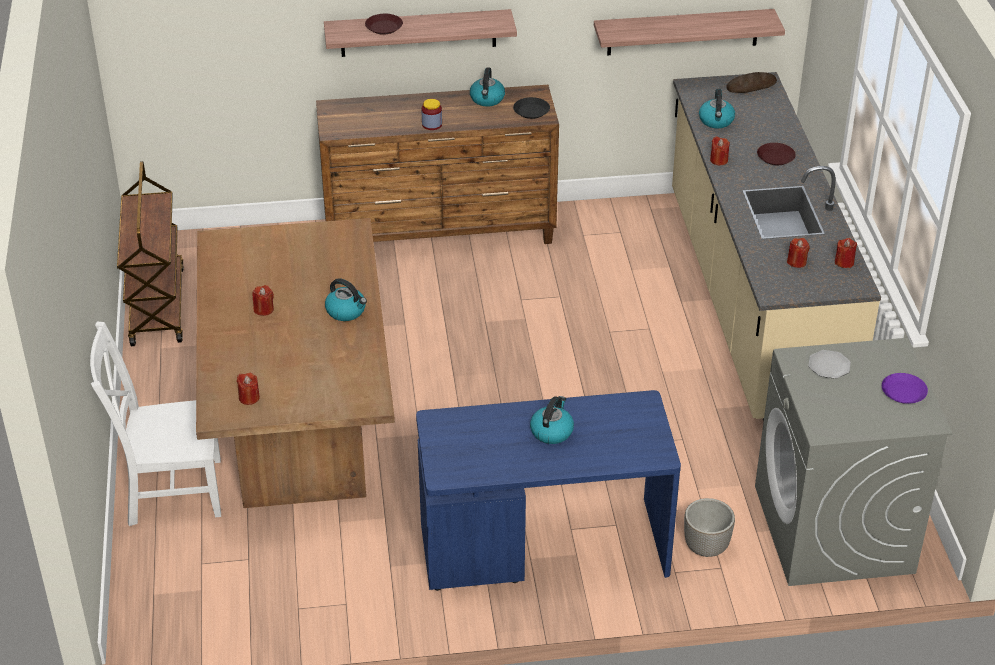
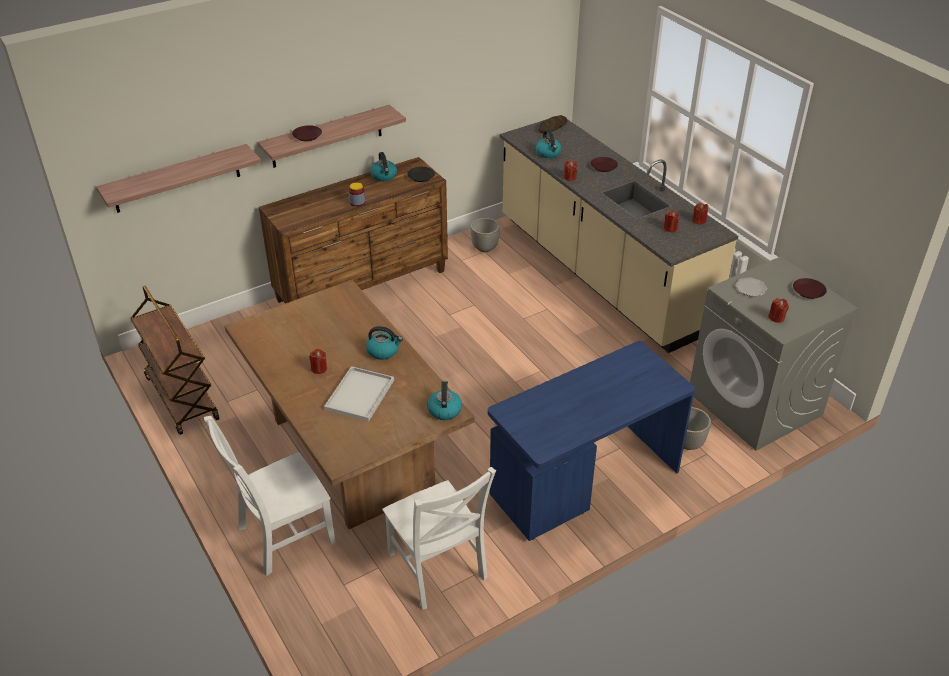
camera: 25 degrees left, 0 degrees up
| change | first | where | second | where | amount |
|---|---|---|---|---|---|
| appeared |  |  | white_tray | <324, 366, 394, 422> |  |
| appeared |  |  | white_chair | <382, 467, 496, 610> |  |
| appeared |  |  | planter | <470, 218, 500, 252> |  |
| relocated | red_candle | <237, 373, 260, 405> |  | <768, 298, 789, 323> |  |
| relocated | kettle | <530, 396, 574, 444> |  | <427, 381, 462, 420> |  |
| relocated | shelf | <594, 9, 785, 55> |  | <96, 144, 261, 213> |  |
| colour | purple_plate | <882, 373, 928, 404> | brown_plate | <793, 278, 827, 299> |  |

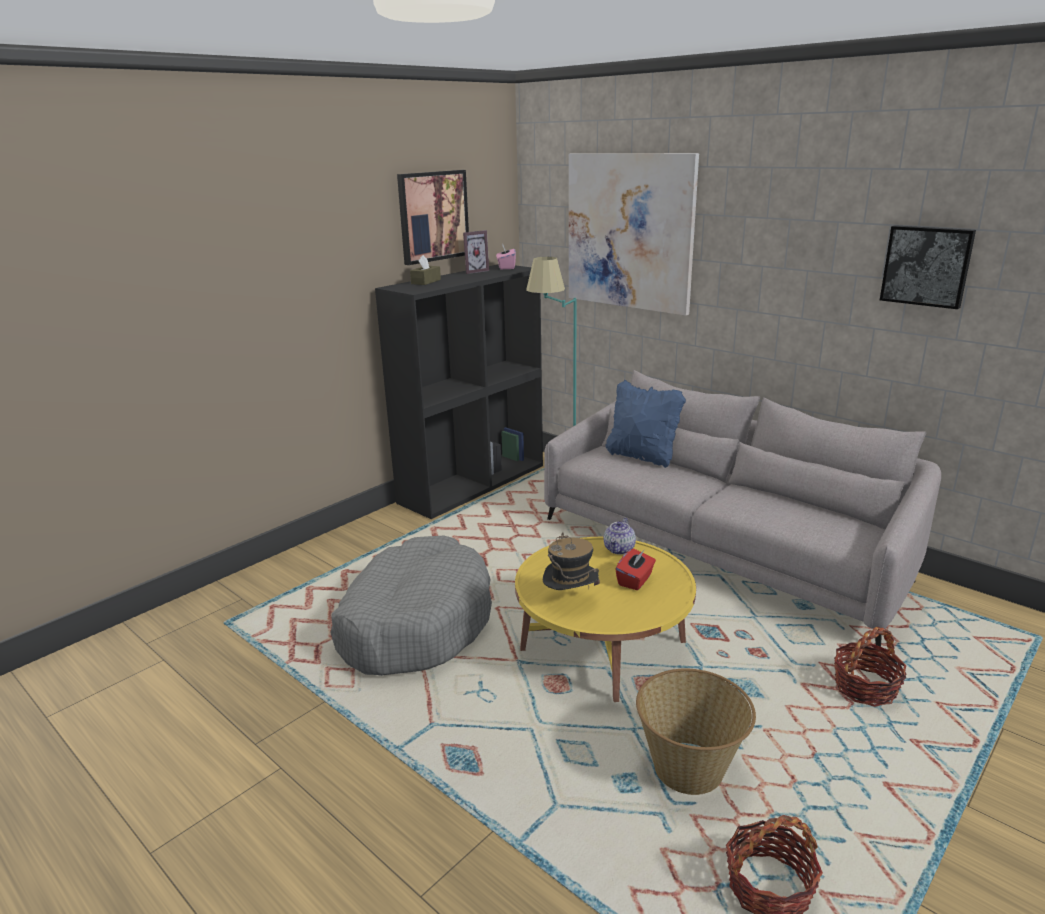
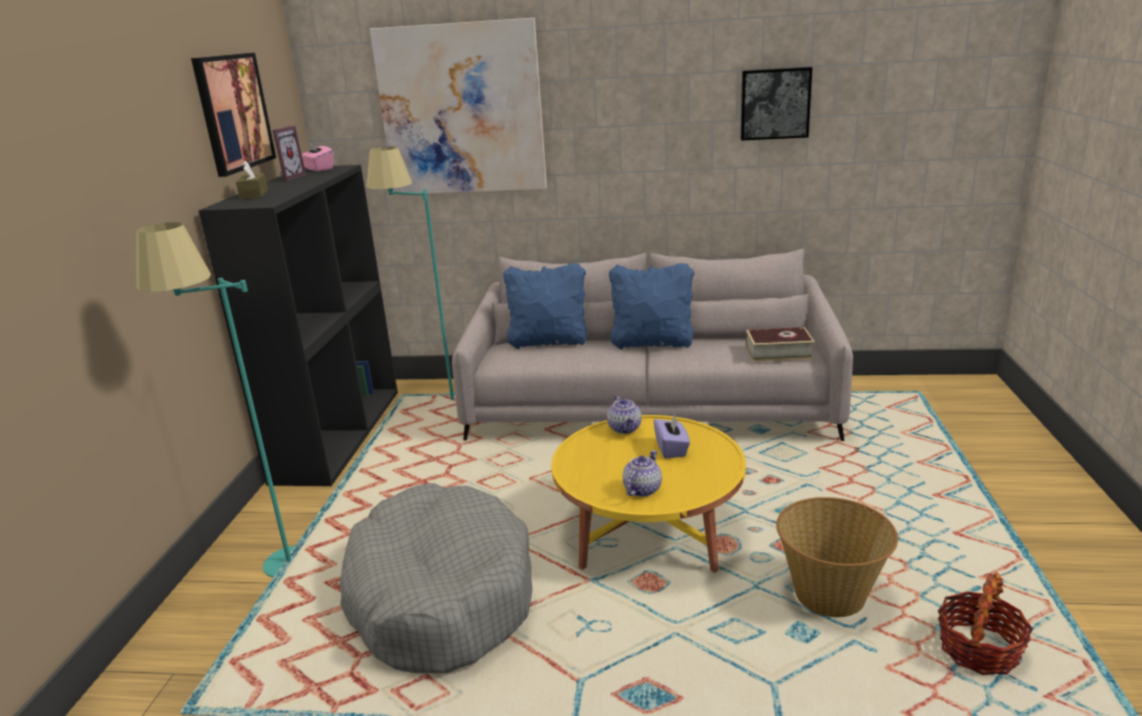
camera: 35 degrees left, 0 degrees up
| change | first | where | second | where | amount |
|---|---|---|---|---|---|
| missing | basket | <834, 627, 907, 707> |  |  |  |
| appeared |  |  | turquoise_floor_lamp | <136, 222, 295, 578> |  |
| appeared |  |  | blue_pillow | <609, 264, 695, 349> |  |
| appeared |  |  | book | <746, 327, 815, 362> |  |
| exchanged | hat | <543, 532, 600, 590> | teapot | <623, 450, 662, 497> |  |
| colour | red_tissue_box | <615, 549, 656, 590> | purple_tissue_box | <654, 414, 690, 459> |  |

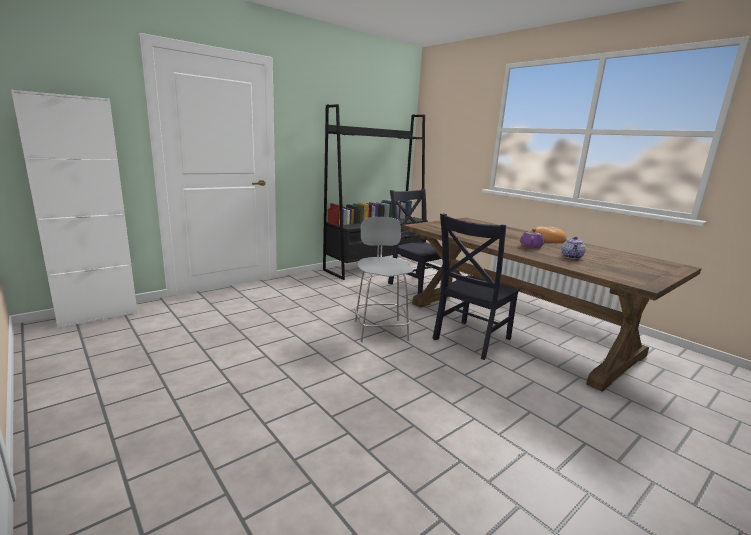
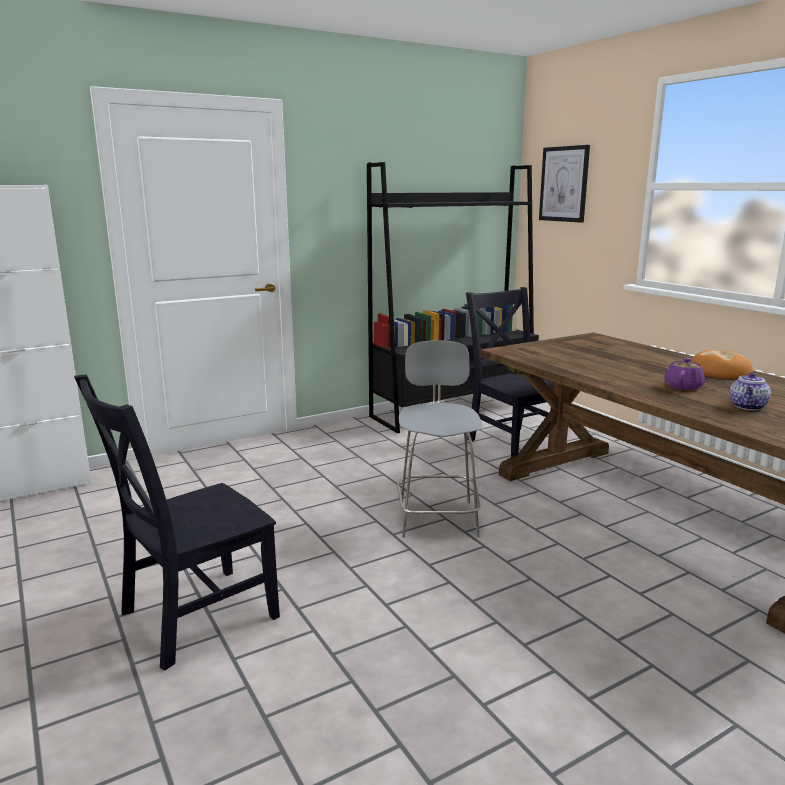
camera: 10 degrees right, 0 degrees up
| change | first | where | second | where | amount |
|---|---|---|---|---|---|
| appeared |  |  | picture | <539, 145, 590, 223> |  |
| relocated | black_chair | <432, 214, 520, 360> |  | <74, 374, 280, 671> |  |

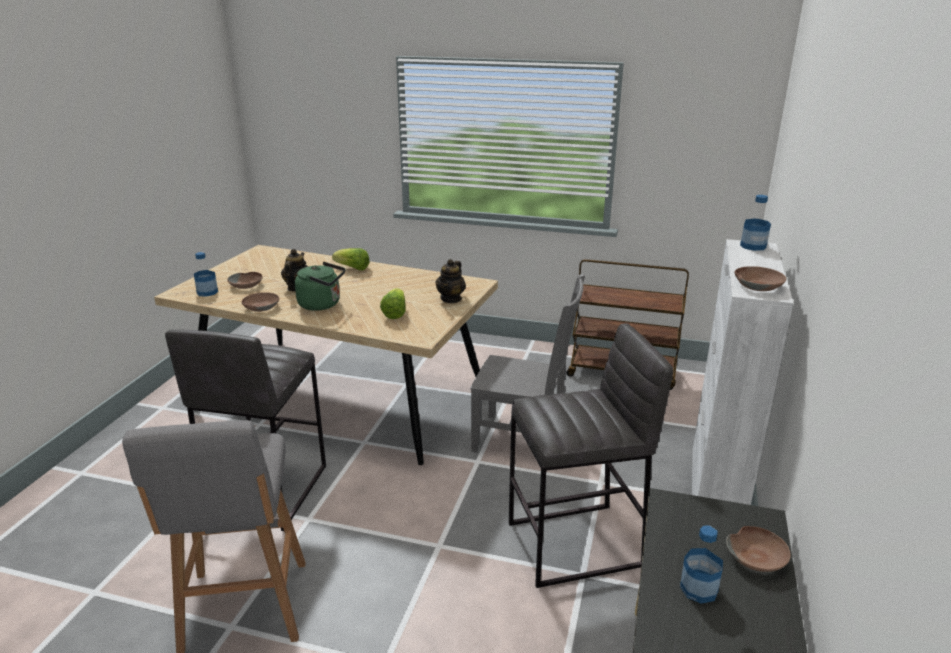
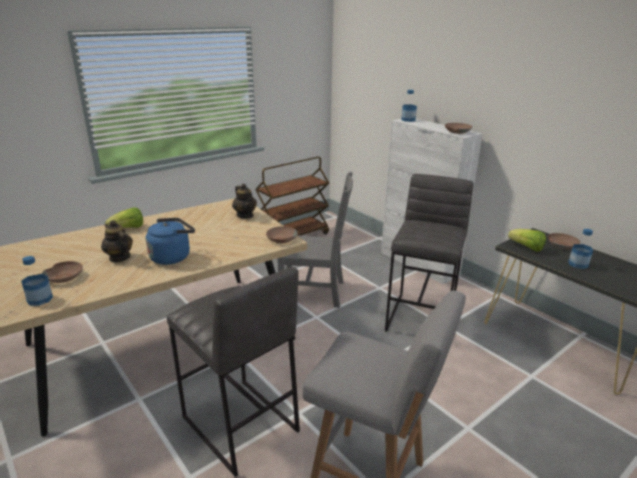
camera: 55 degrees left, 0 degrees up
| change | first | where | second | where | amount |
|---|---|---|---|---|---|
| relocated | brown_bowl | <242, 292, 279, 312> |  | <266, 226, 298, 243> |  |
| relocated | lettuce | <380, 288, 406, 319> |  | <508, 229, 546, 252> |  |
| colour | green_kettle | <295, 262, 345, 311> | blue_kettle | <146, 218, 195, 265> |  |
| spun | grey_chair | <471, 274, 585, 452> |  | <277, 171, 353, 308> | 45 degrees clockwise |

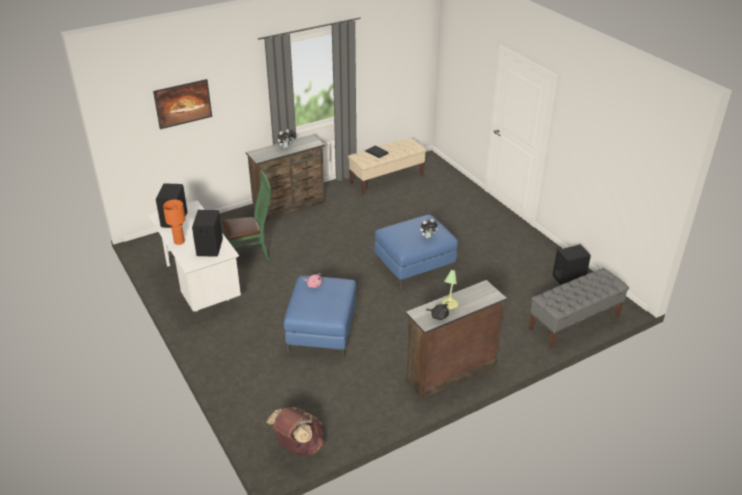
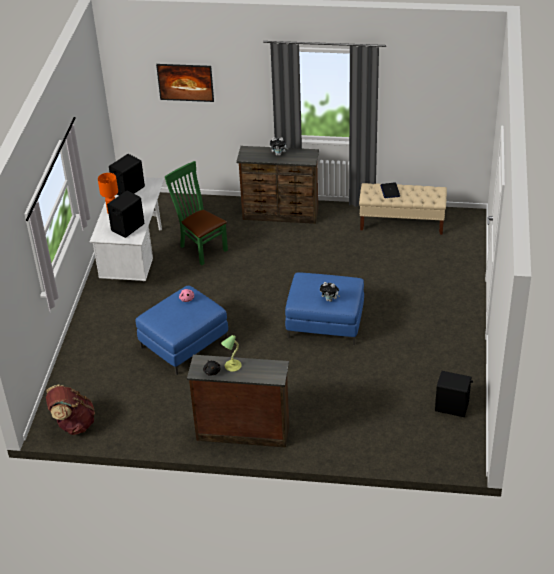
camera: 40 degrees right, 5 degrees up
| change | first | where | second | where | amount |
|---|---|---|---|---|---|
| missing | grey_bench | <529, 268, 629, 348> |  |  |  |
| spun | green_chair | <221, 170, 271, 260> |  | <165, 161, 228, 265> | 150 degrees counterclockwise |

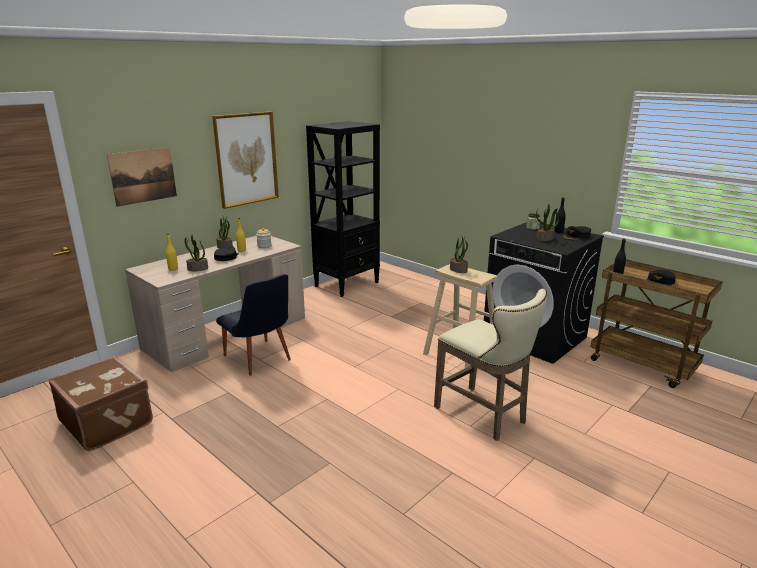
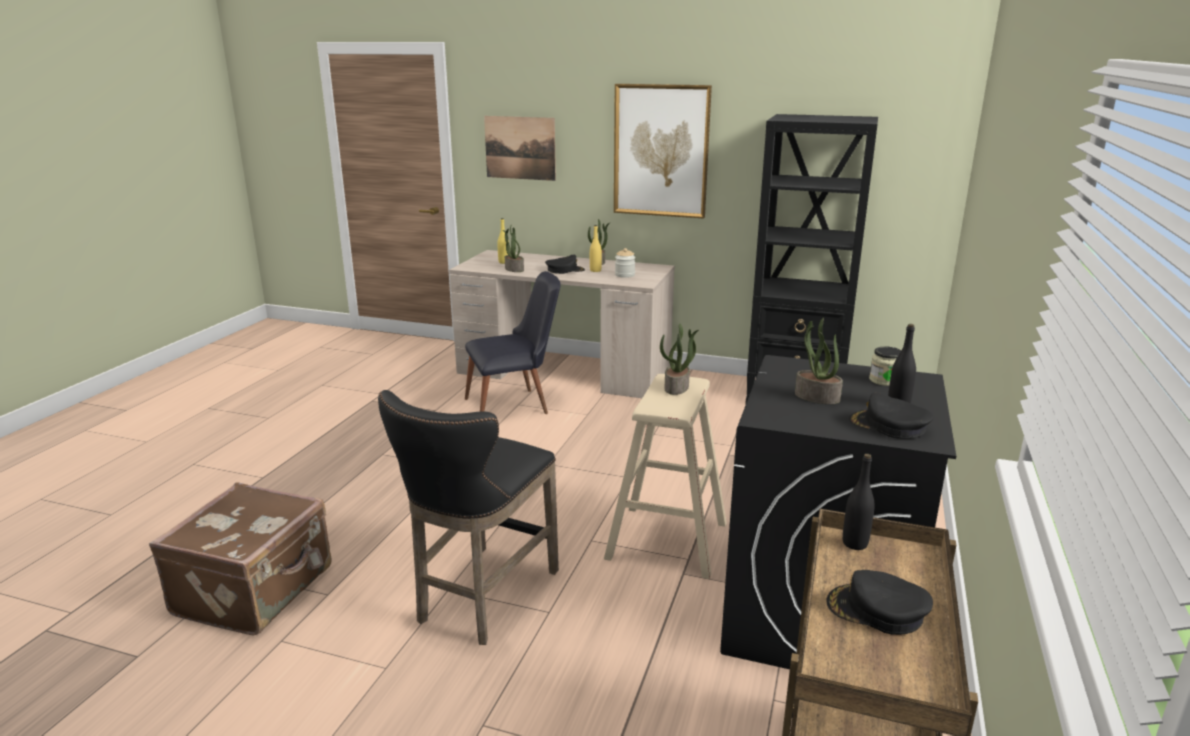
camera: 65 degrees right, 0 degrees up
| change | first | where | second | where | amount |
|---|---|---|---|---|---|
| relocated | brown_suitcase | <49, 356, 153, 451> |  | <149, 482, 332, 636> |  |
| colour | beige_stool | <434, 289, 547, 441> | black_stool | <378, 390, 559, 645> |  |
| spun | black_chair | <216, 274, 291, 376> |  | <465, 271, 561, 414> | 135 degrees counterclockwise |

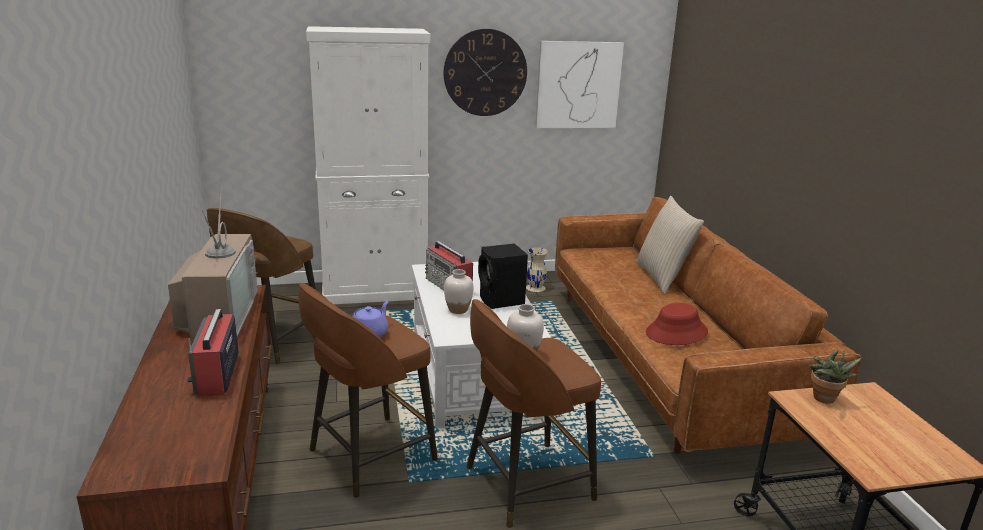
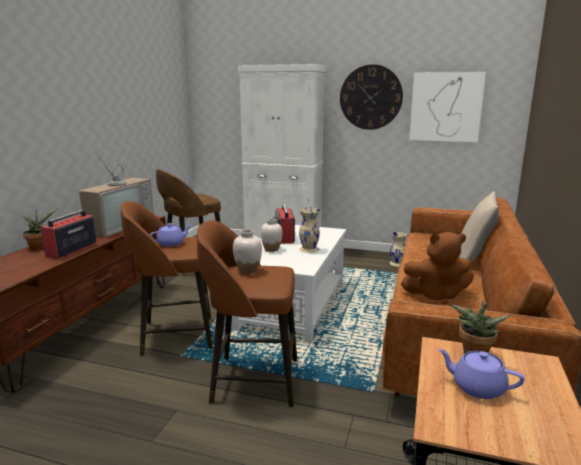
camera: 30 degrees right, 5 degrees down
| change | first | where | second | where | amount |
|---|---|---|---|---|---|
| appeared |  |  | potted_plant | <22, 208, 57, 250> |  |
| appeared |  |  | purple_teapot | <438, 349, 525, 399> |  |
| exchanged | black_speaker | <478, 243, 528, 309> | beige_vase | <299, 207, 320, 253> |  |
| exchanged | red_hat | <646, 303, 708, 345> | brown_plush_toy | <401, 232, 474, 305> |  |

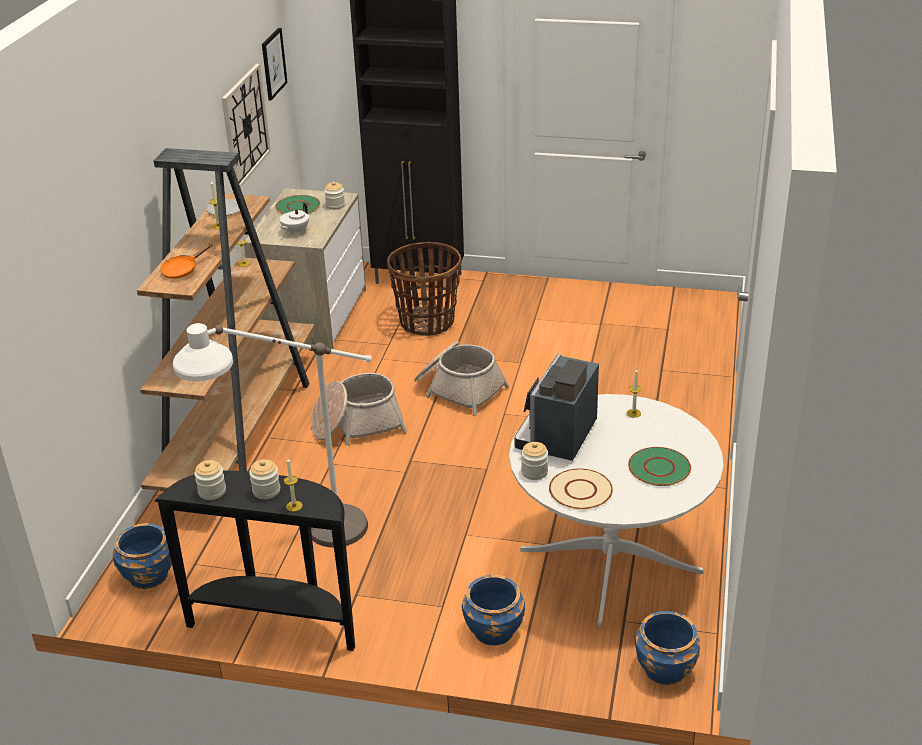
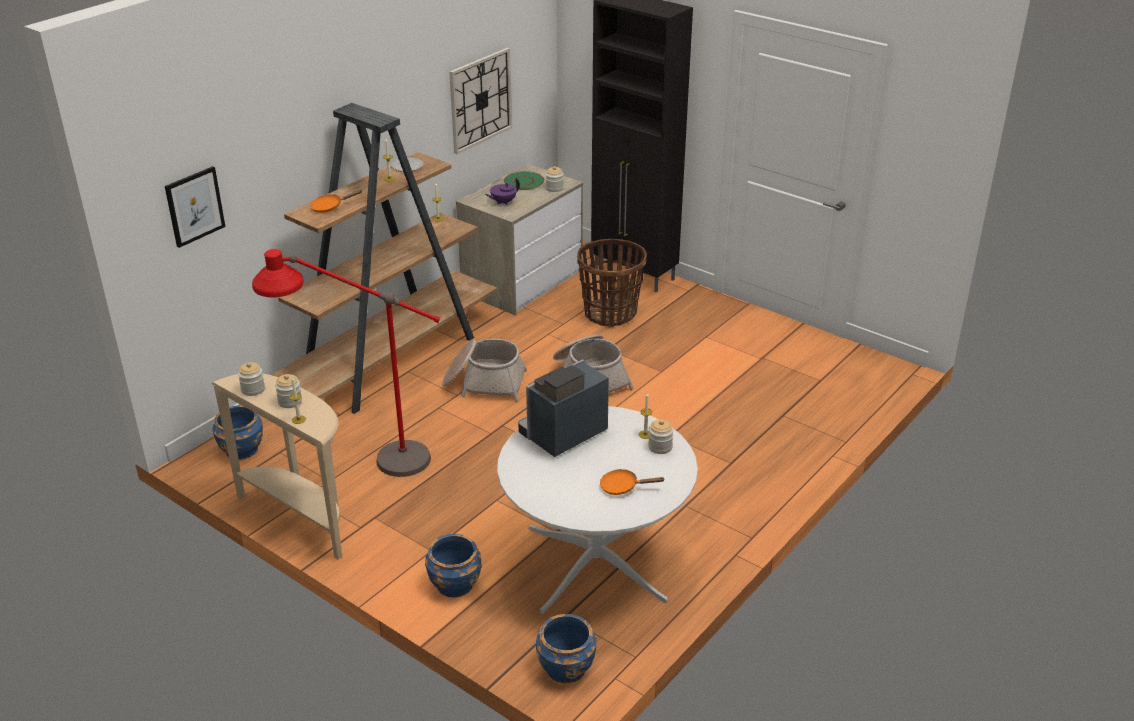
camera: 25 degrees right, 0 degrees up
| change | first | where | second | where | amount |
|---|---|---|---|---|---|
| missing | beige_plate | <549, 469, 613, 509> |  |  |  |
| relocated | picture | <262, 28, 288, 101> |  | <165, 166, 225, 248> |  |
| relocated | jar | <521, 442, 548, 480> |  | <648, 419, 674, 454> |  |
| exchanged | green_plate | <628, 447, 691, 486> | orange_frying_pan | <600, 469, 664, 495> |  |
| colour | black_console_table | <155, 471, 355, 651> | beige_console_table | <212, 373, 342, 560> |  |
| colour | white_floor_lamp | <173, 323, 372, 547> | red_floor_lamp | <252, 249, 440, 477> |  |
| colour | white_teapot | <280, 202, 309, 235> | purple_teapot | <485, 178, 520, 205> |  |

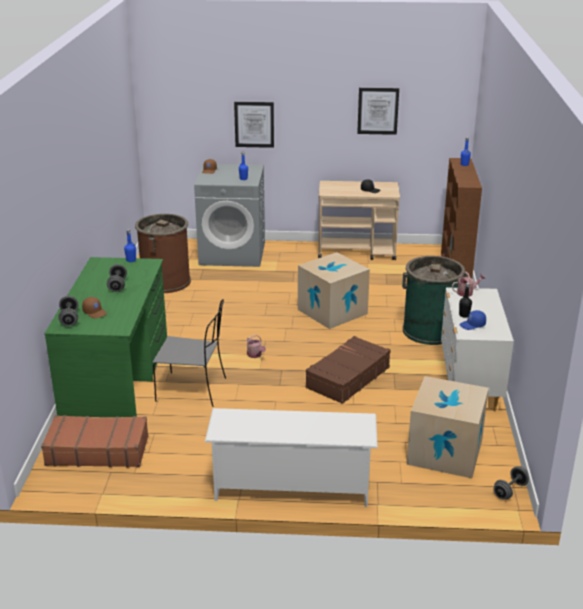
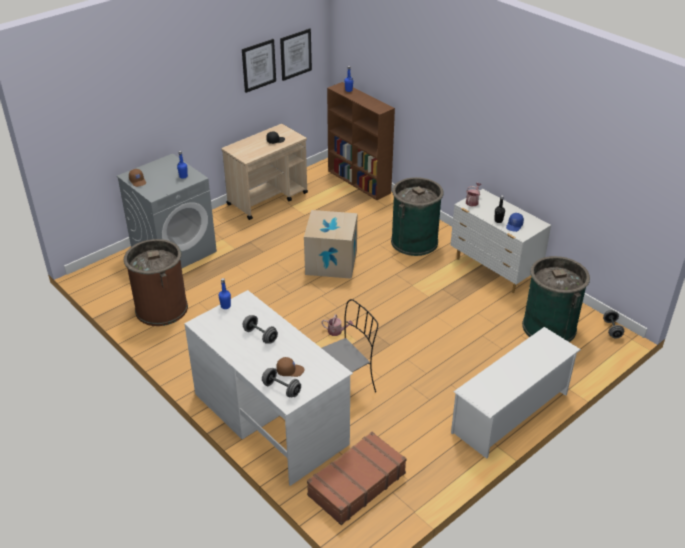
camera: 45 degrees left, 10 degrees up
| change | first | where | second | where | amount |
|---|---|---|---|---|---|
| missing | brown_suitcase | <306, 336, 391, 404> |  |  |  |
| relocated | picture | <234, 102, 274, 148> |  | <280, 28, 312, 81> |  |
| exchanged | cardboard_box | <407, 376, 489, 478> | green_trash_can | <522, 256, 590, 342> |  |
| colour | green_desk | <44, 257, 167, 417> | white_desk | <184, 290, 353, 486> |  |

